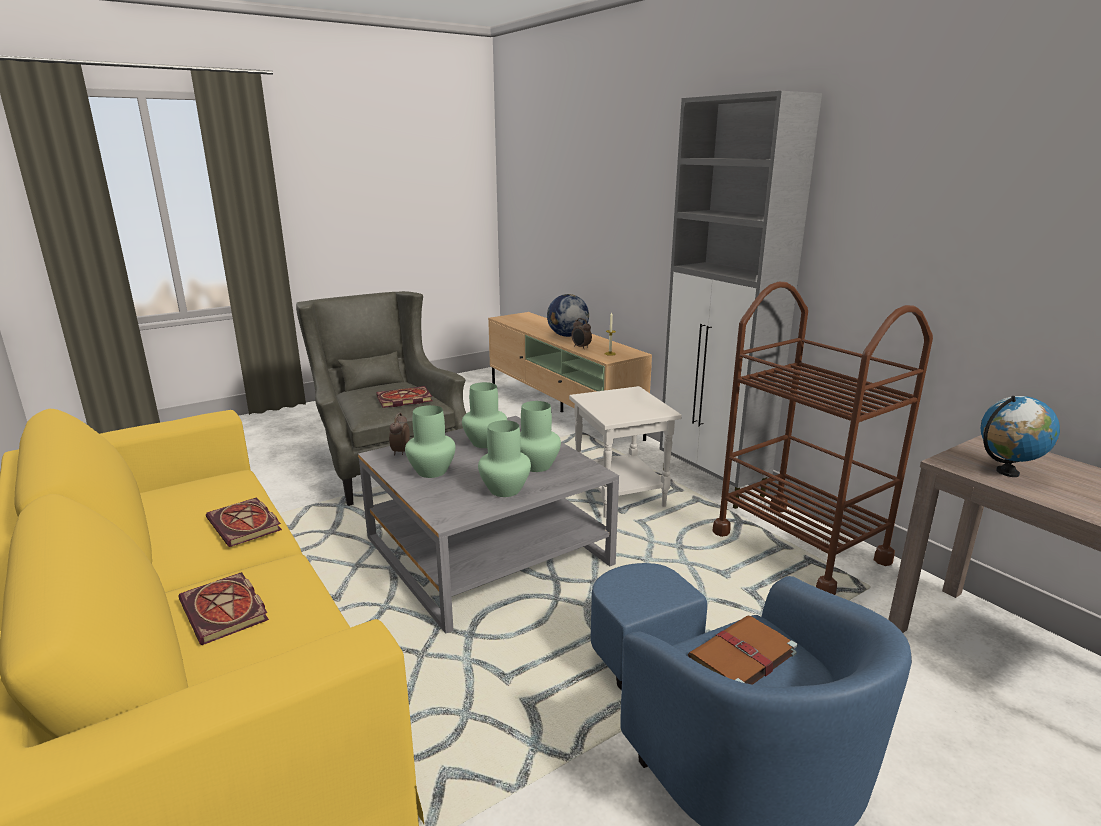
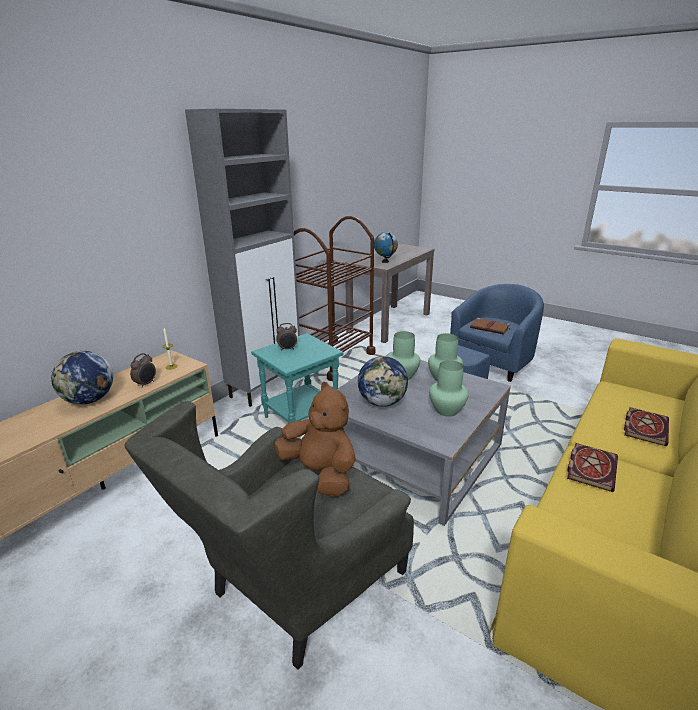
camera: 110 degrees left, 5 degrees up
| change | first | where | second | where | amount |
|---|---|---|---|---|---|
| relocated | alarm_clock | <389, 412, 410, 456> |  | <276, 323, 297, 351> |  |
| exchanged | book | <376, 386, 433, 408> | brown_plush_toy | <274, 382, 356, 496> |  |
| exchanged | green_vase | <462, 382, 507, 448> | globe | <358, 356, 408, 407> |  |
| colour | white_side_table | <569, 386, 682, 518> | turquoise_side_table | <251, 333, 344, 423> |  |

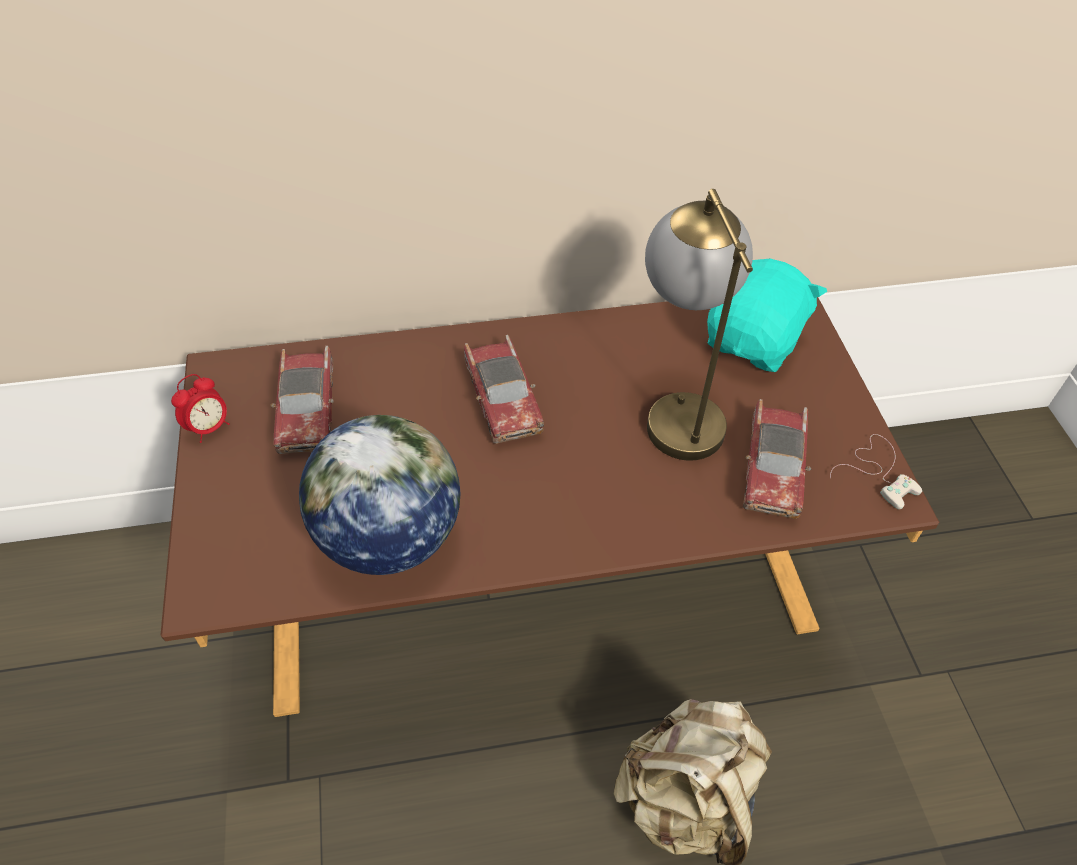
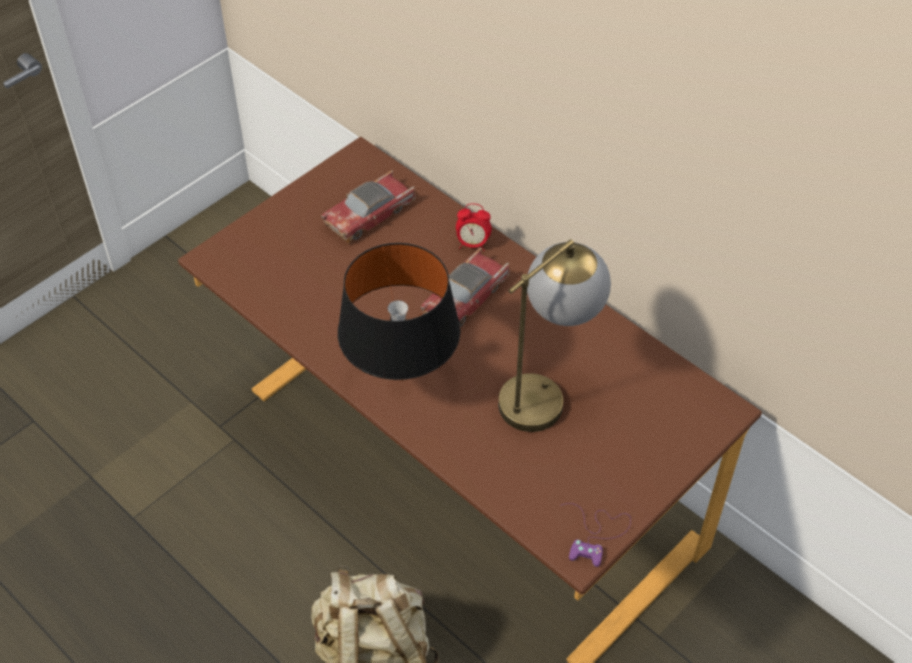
camera: 55 degrees right, 0 degrees up
| change | first | where | second | where | amount |
|---|---|---|---|---|---|
| missing | globe | <299, 415, 460, 575> |  |  |  |
| missing | turquoise_plush_toy | <707, 259, 827, 372> |  |  |  |
| missing | toy_car | <743, 399, 811, 519> |  |  |  |
| appeared |  |  | black_table_lamp | <338, 243, 461, 380> |  |
| relocated | alarm_clock | <171, 374, 230, 443> |  | <456, 203, 492, 251> |  |
| colour | white_game_controller | <830, 434, 922, 510> | purple_game_controller | <560, 503, 631, 567> |  |

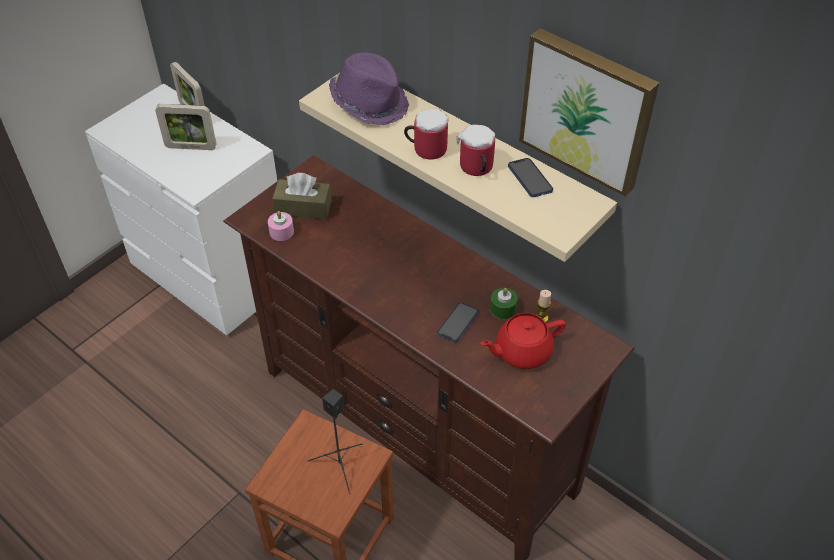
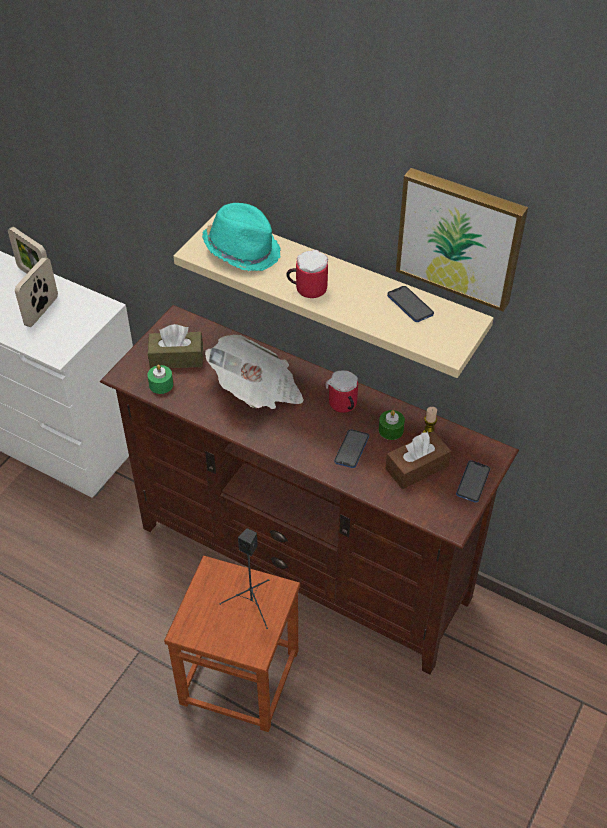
camera: 10 degrees left, 0 degrees up
| change | first | where | second | where | amount |
|---|---|---|---|---|---|
| appeared |  |  | newspaper | <205, 335, 304, 409> |  |
| appeared |  |  | phone | <456, 460, 490, 503> |  |
| relocated | mug | <456, 125, 495, 176> |  | <326, 370, 358, 413> |  |
| exchanged | red_teapot | <480, 313, 566, 369> | brown_tissue_box | <386, 431, 451, 489> |  |
| colour | pink_candle | <268, 211, 294, 241> | green_candle | <147, 365, 173, 394> |  |
| colour | purple_hat | <329, 52, 409, 125> | turquoise_hat | <202, 203, 281, 271> |  |
| spun | picture_frame | <155, 104, 216, 150> |  | <15, 257, 58, 327> | 120 degrees clockwise |

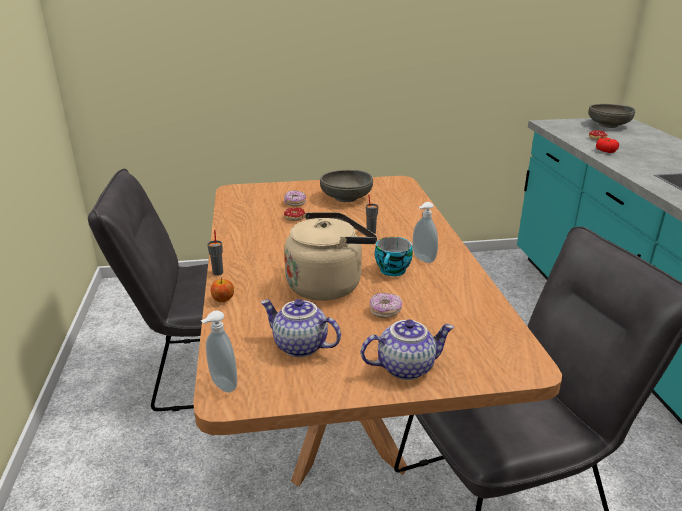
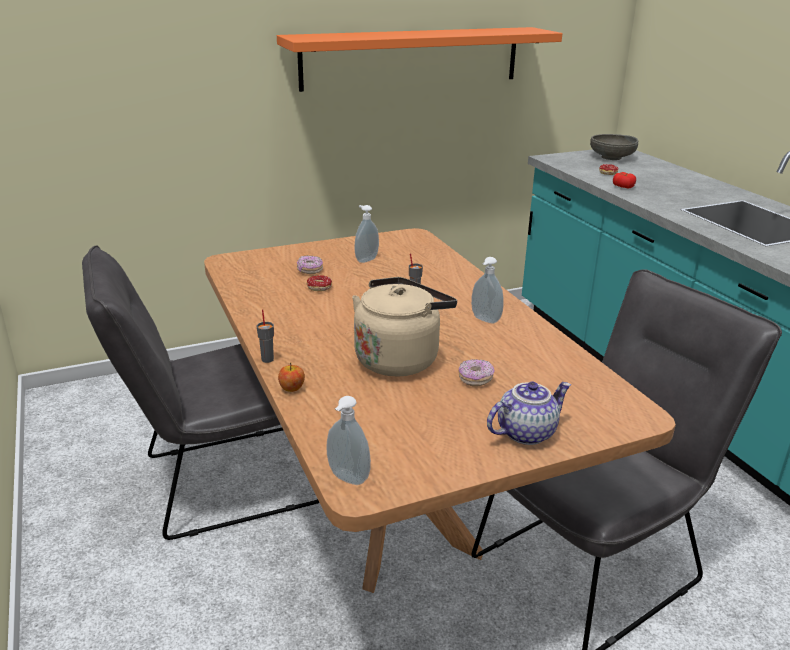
camera: 15 degrees left, 0 degrees up
| change | first | where | second | where | amount |
|---|---|---|---|---|---|
| missing | teapot | <261, 299, 341, 357> |  |  |  |
| missing | cup | <375, 237, 413, 276> |  |  |  |
| appeared |  |  | orange_shelf | <277, 27, 562, 92> |  |
| exchanged | grey_bowl | <320, 170, 373, 202> | soap_dispenser | <355, 205, 379, 263> |  |

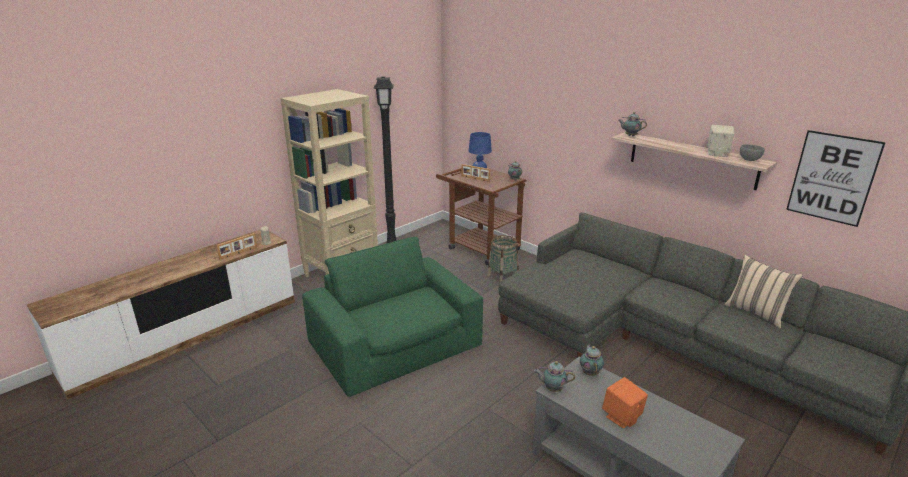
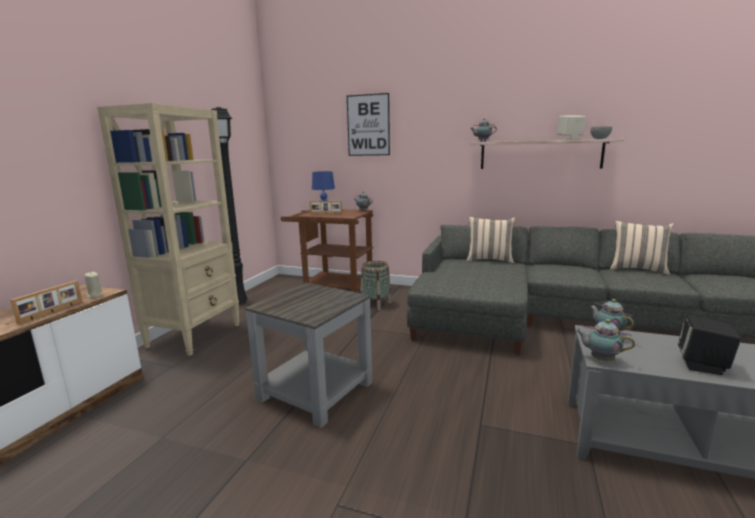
camera: 25 degrees left, 10 degrees down
| change | first | where | second | where | amount |
|---|---|---|---|---|---|
| appeared |  |  | beige_pillow | <467, 217, 515, 263> |  |
| relocated | picture | <786, 130, 886, 227> |  | <347, 93, 390, 156> |  |
| exchanged | green_armchair | <302, 237, 483, 397> | grey_side_table | <245, 283, 372, 428> |  |
| colour | orange_speaker | <602, 377, 648, 428> | black_speaker | <678, 315, 741, 375> |  |
| spun | teapot | <534, 361, 575, 392> |  | <575, 319, 635, 361> | 45 degrees clockwise |

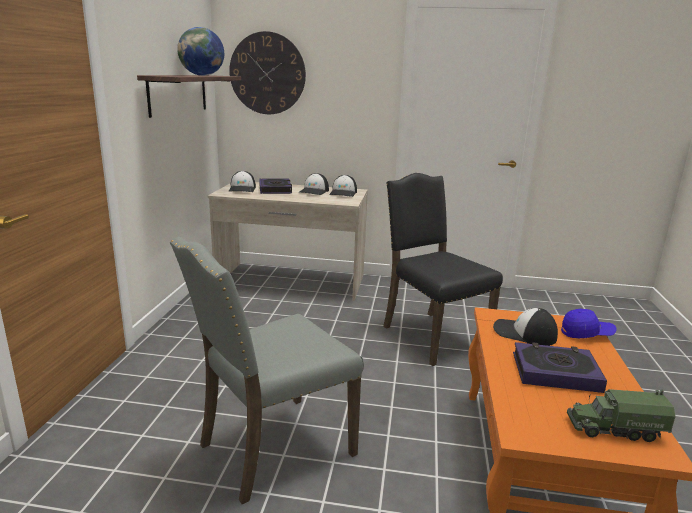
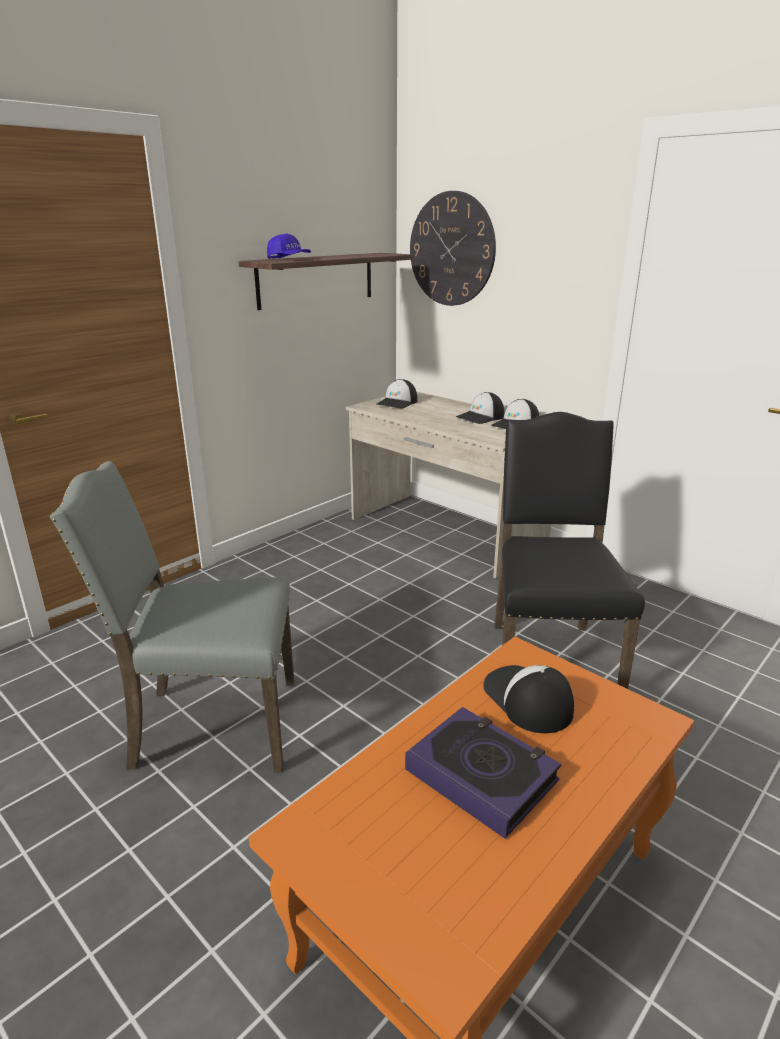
camera: 35 degrees right, 5 degrees up
| change | first | where | second | where | amount |
|---|---|---|---|---|---|
| missing | globe | <177, 27, 224, 76> |  |  |  |
| missing | book | <259, 179, 292, 194> |  |  |  |
| missing | toy_truck | <567, 389, 676, 442> |  |  |  |
| relocated | blue_cap | <561, 309, 617, 338> |  | <267, 233, 311, 259> |  |

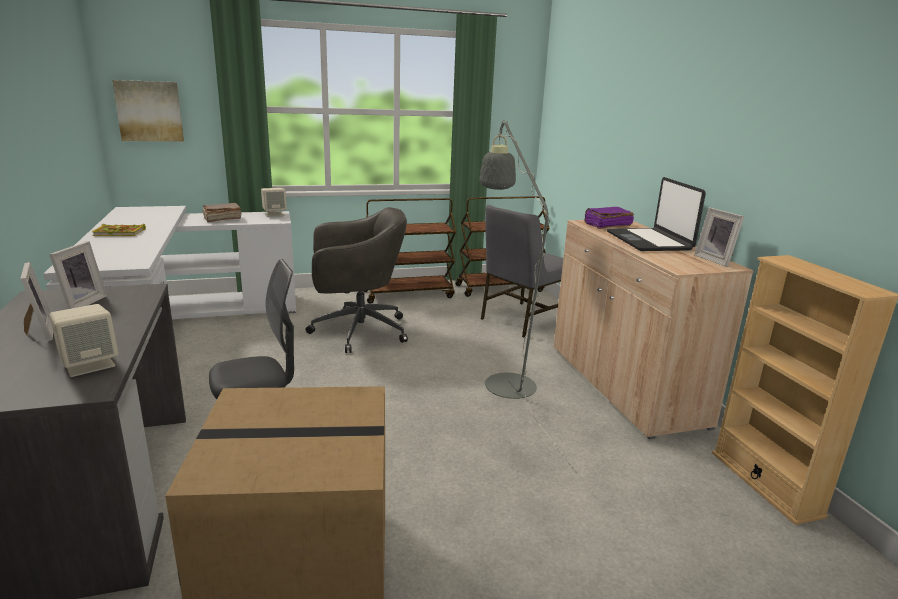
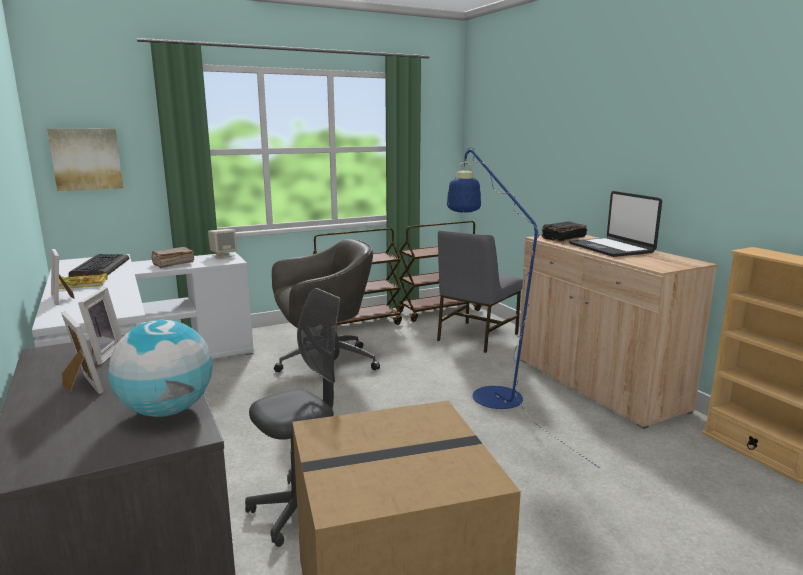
camera: 10 degrees left, 5 degrees down
| change | first | where | second | where | amount |
|---|---|---|---|---|---|
| appeared |  |  | keyboard | <69, 254, 129, 277> |  |
| relocated | picture_frame | <694, 207, 744, 267> |  | <51, 249, 75, 305> |  |
| exchanged | beige_speaker | <50, 304, 118, 377> | globe | <109, 320, 212, 417> |  |
| colour | grey_floor_lamp | <479, 120, 577, 473> | blue_floor_lamp | <447, 147, 600, 468> |  |
| colour | purple_book | <584, 207, 634, 229> | black_book | <542, 222, 587, 242> |  |

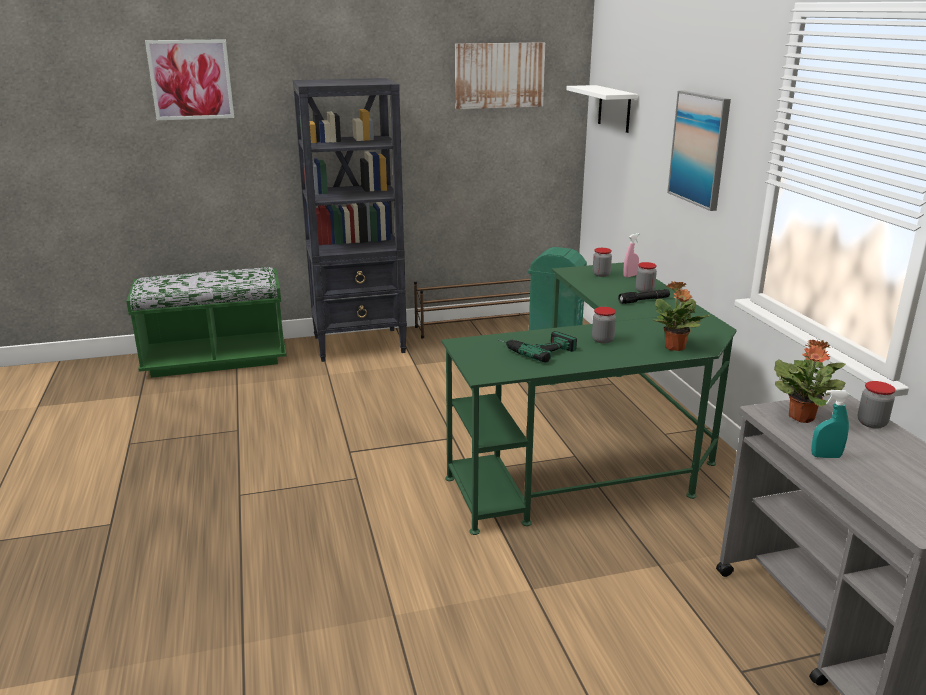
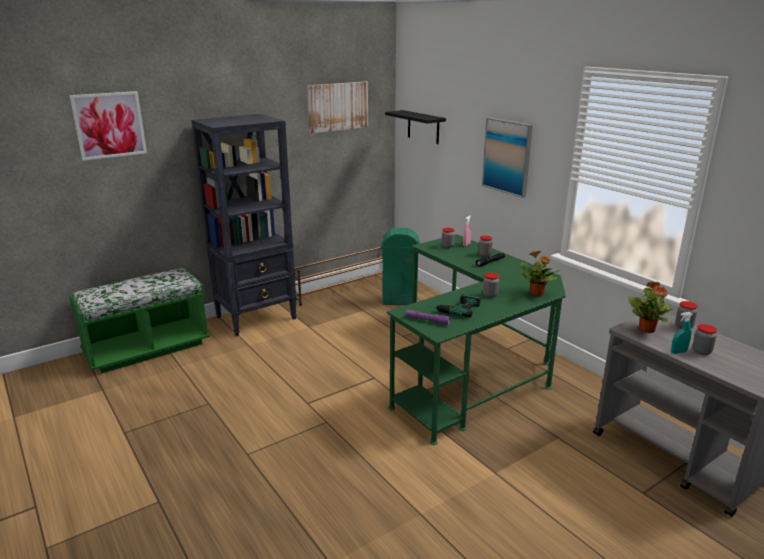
camera: 20 degrees left, 0 degrees up
| change | first | where | second | where | amount |
|---|---|---|---|---|---|
| appeared |  |  | purple_flashlight | <405, 310, 450, 325> |  |
| appeared |  |  | jar | <692, 324, 717, 355> |  |
| colour | white_shelf | <566, 85, 638, 133> | black_shelf | <385, 110, 446, 144> |  |

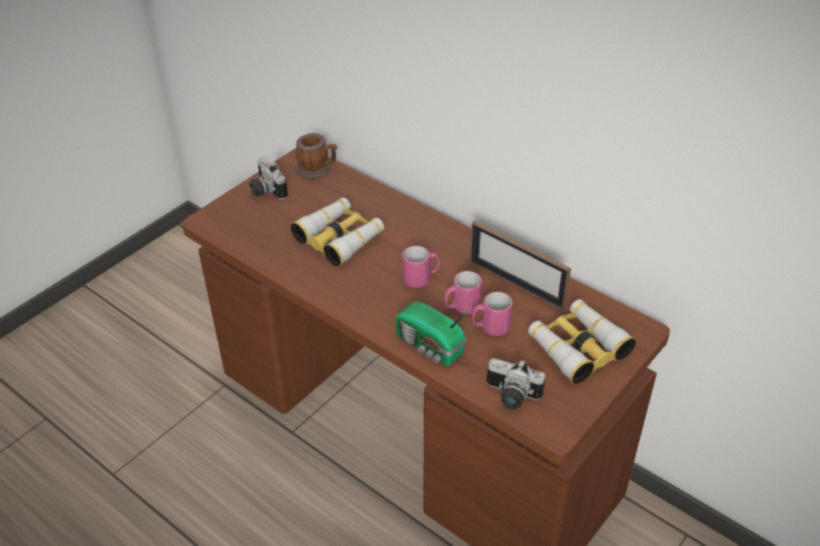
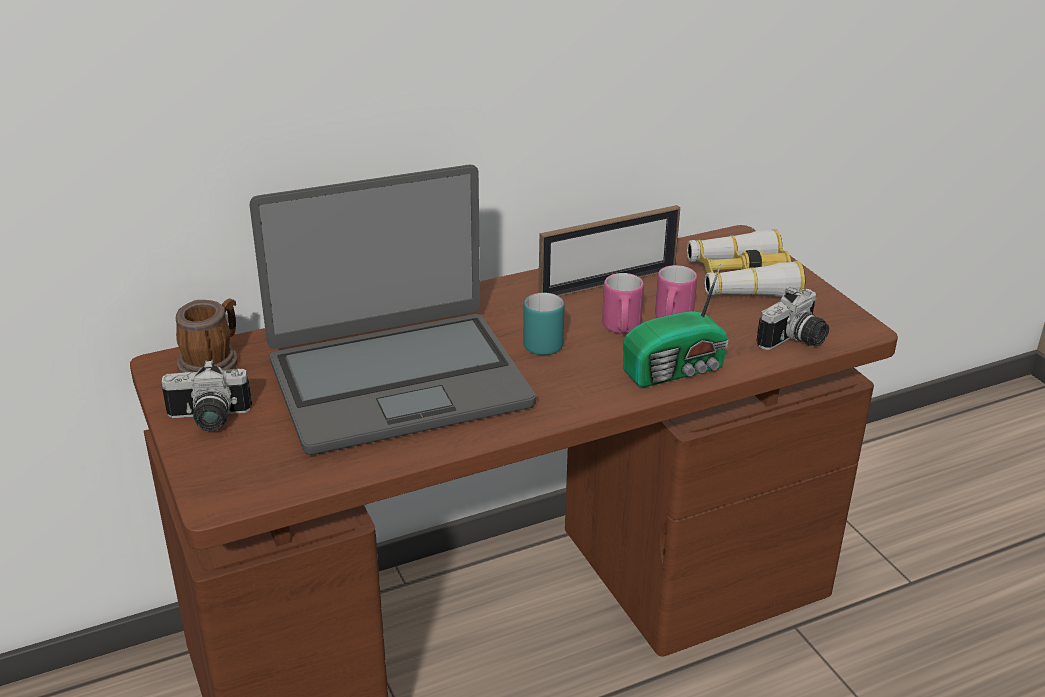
camera: 65 degrees left, 10 degrees down
| change | first | where | second | where | amount |
|---|---|---|---|---|---|
| exchanged | binoculars | <291, 197, 385, 266> | laptop | <250, 165, 536, 455> |  |
| colour | pink_mug | <402, 246, 440, 288> | turquoise_mug | <523, 292, 565, 355> |  |

